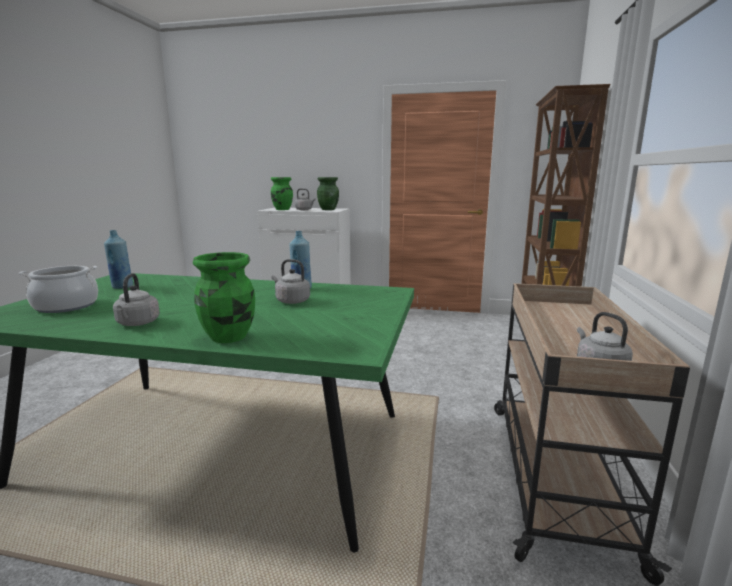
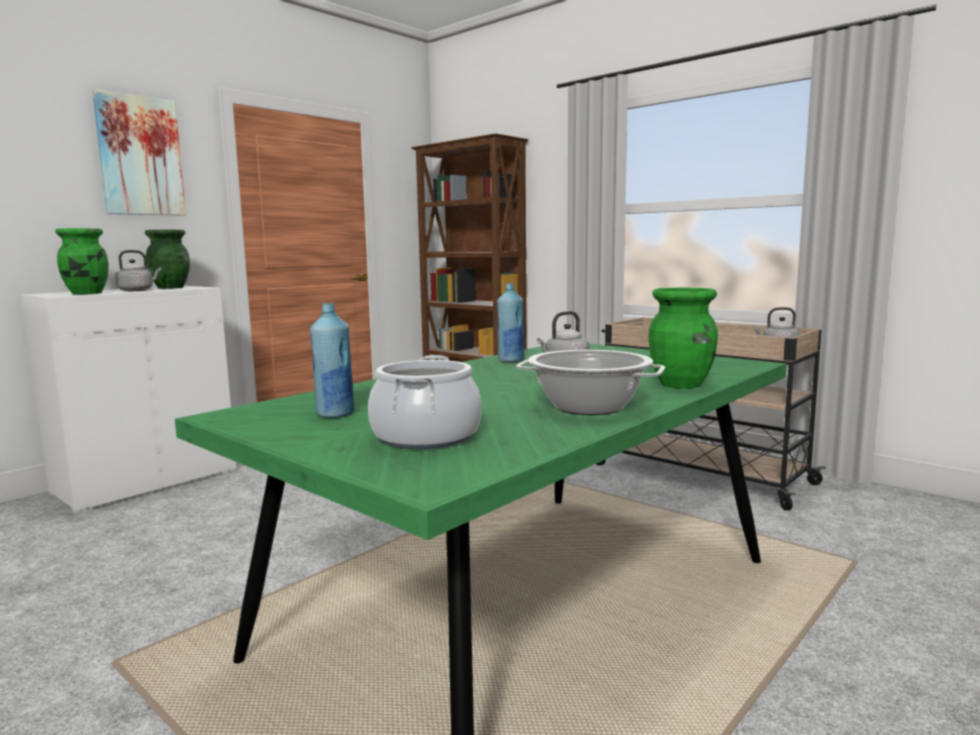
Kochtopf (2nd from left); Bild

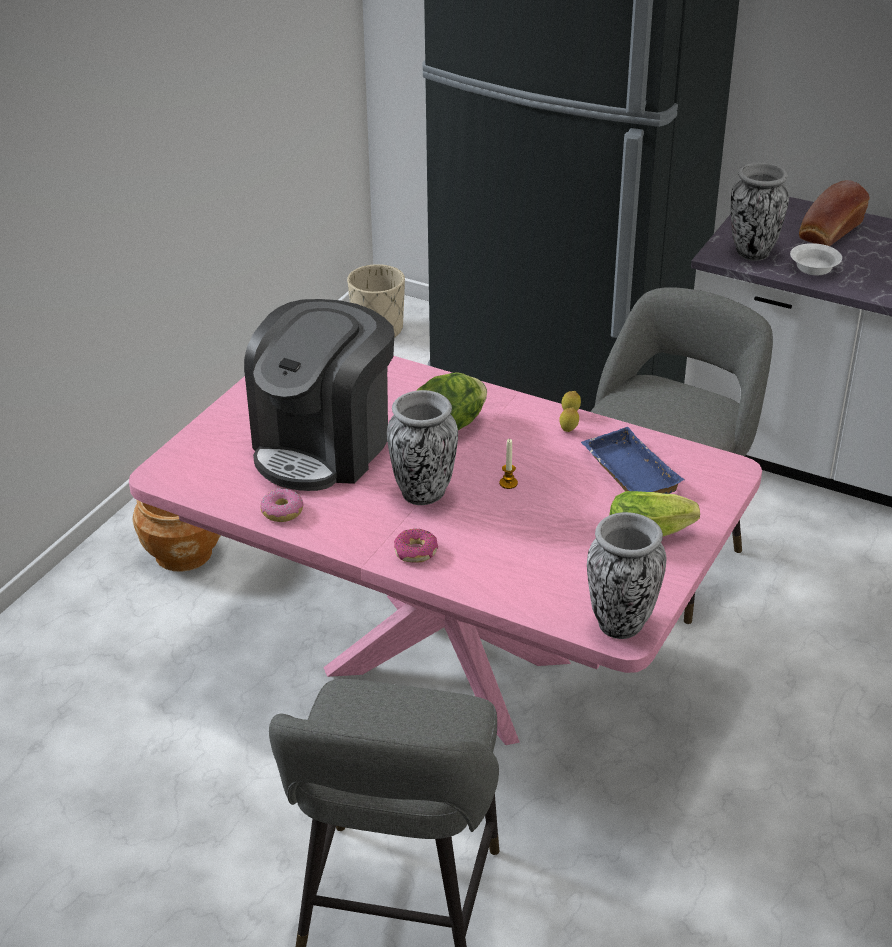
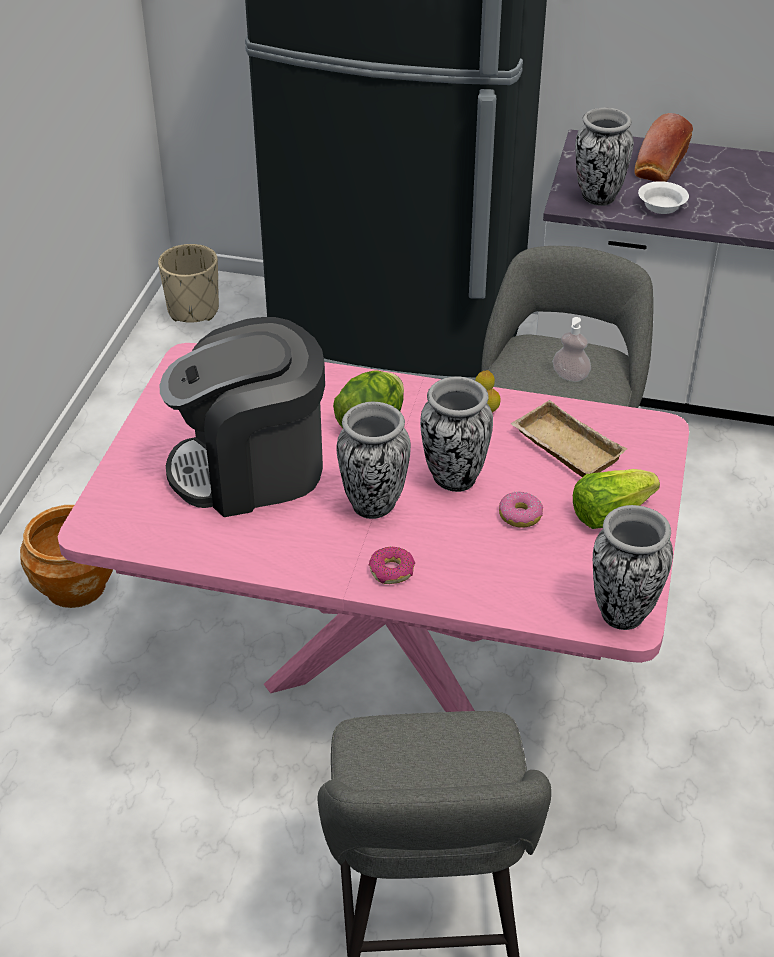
Kaffeemaschine; Tablett (beige); Vase (2nd from left); Donut (2nd from left); Seifenspender

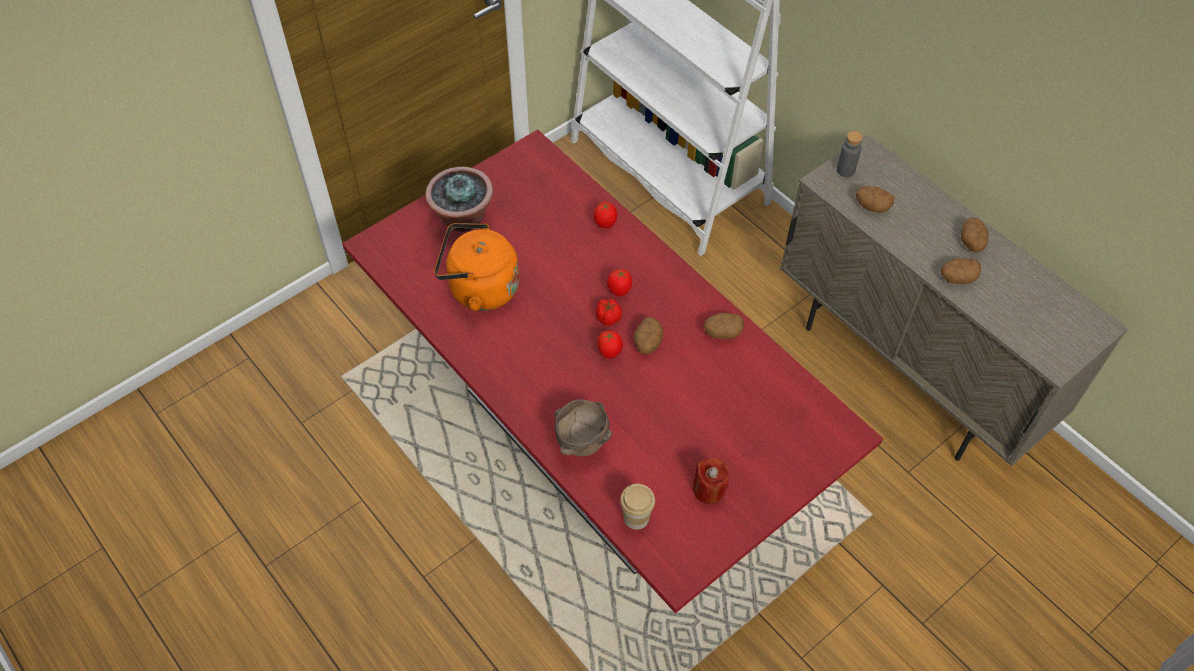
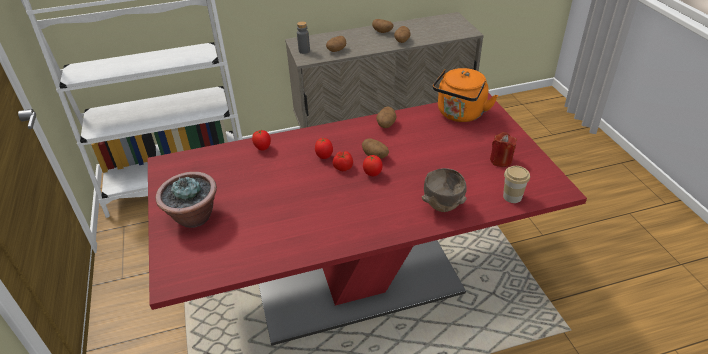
Wasserkessel (orange)

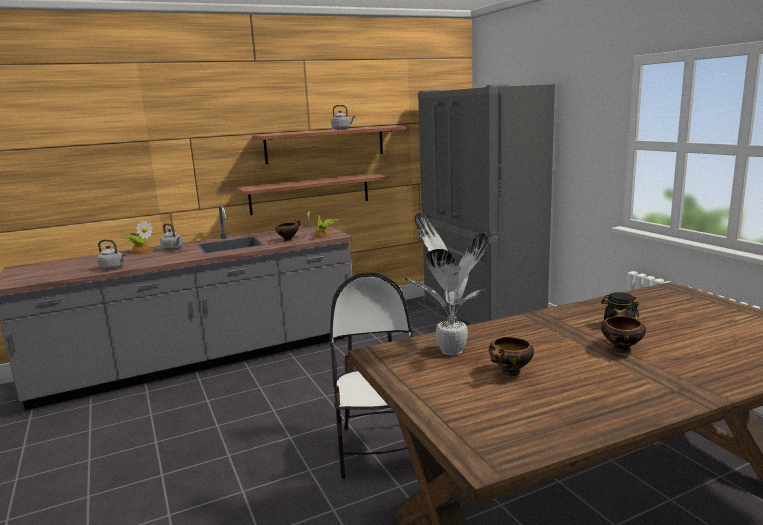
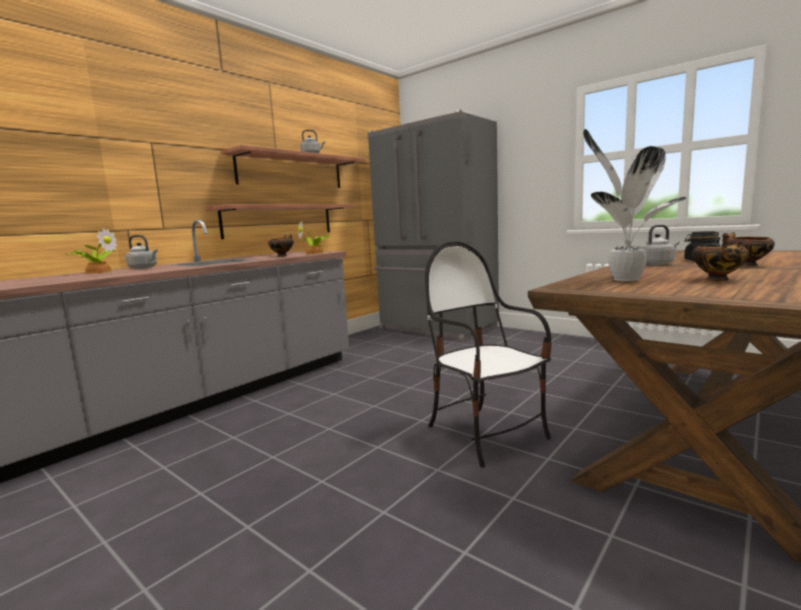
Wasserkessel (grau) (3rd from left)

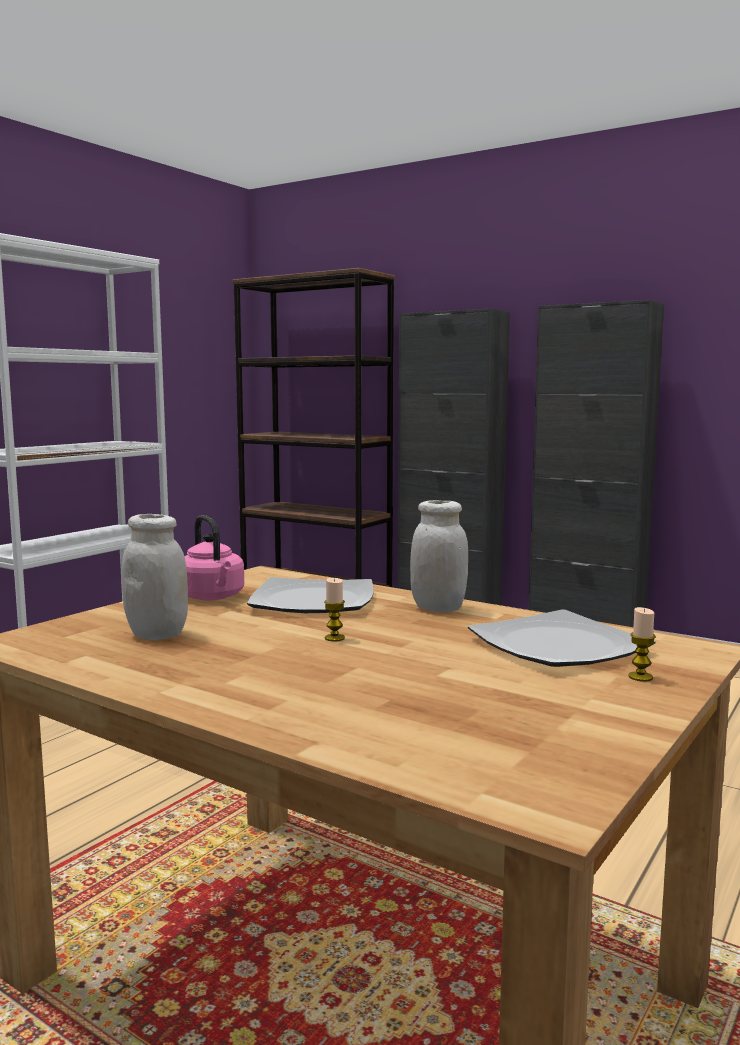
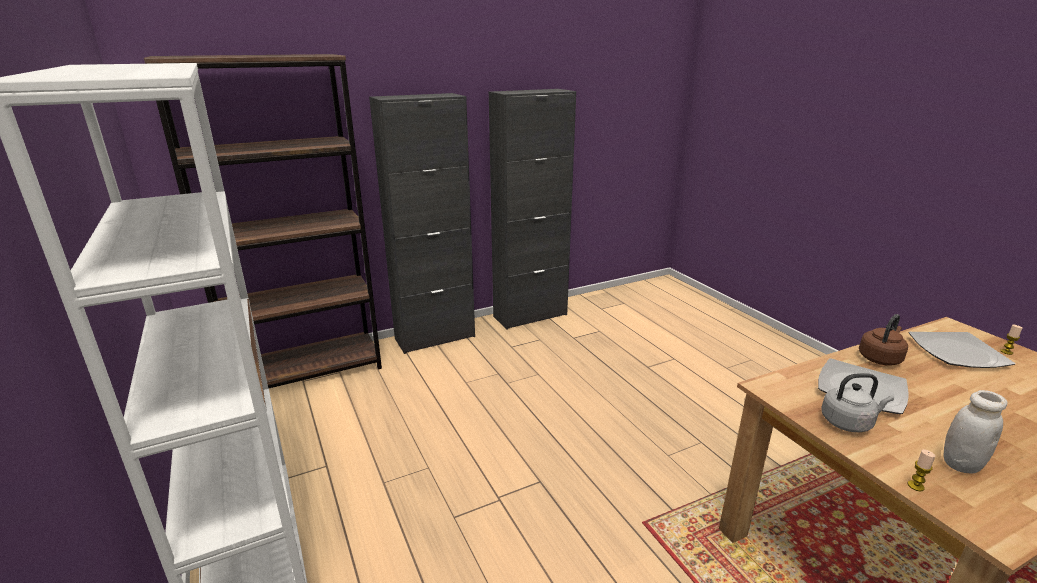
Wasserkessel (braun); Wasserkessel (grau); Kerze (1st from left)

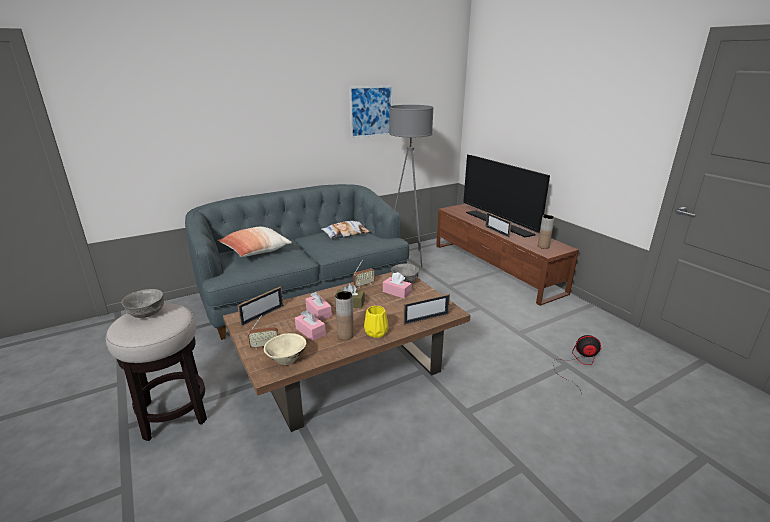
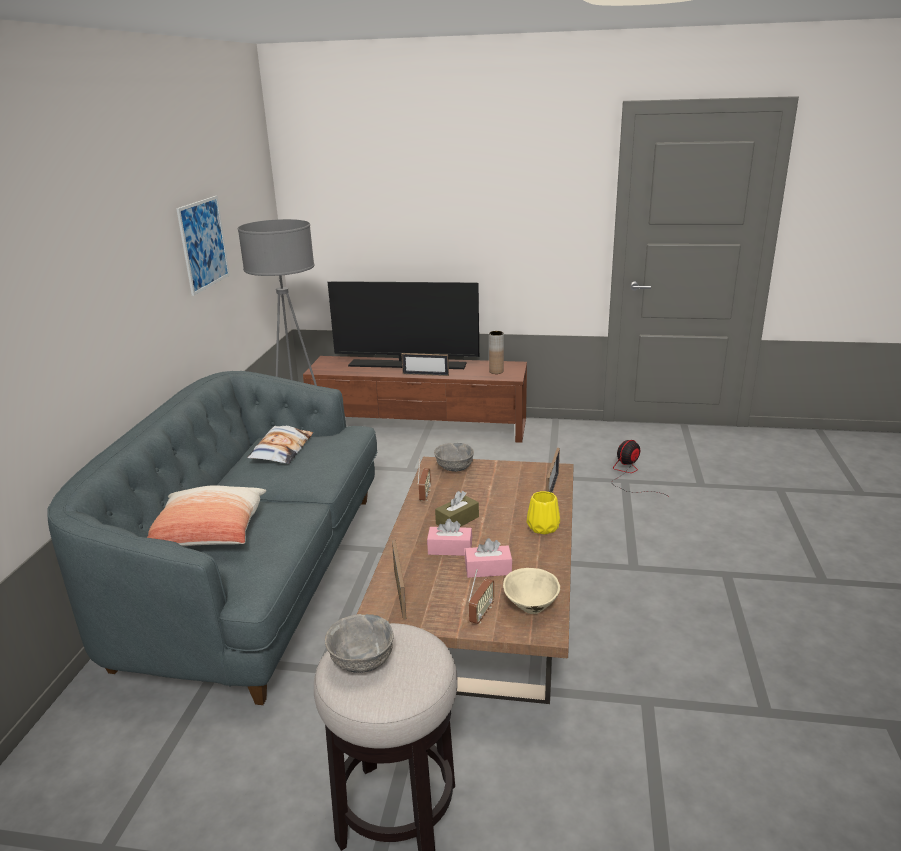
Taschentuchbox (rosa) (3rd from left in the first image); Vase (braun) (1st from left in the first image)

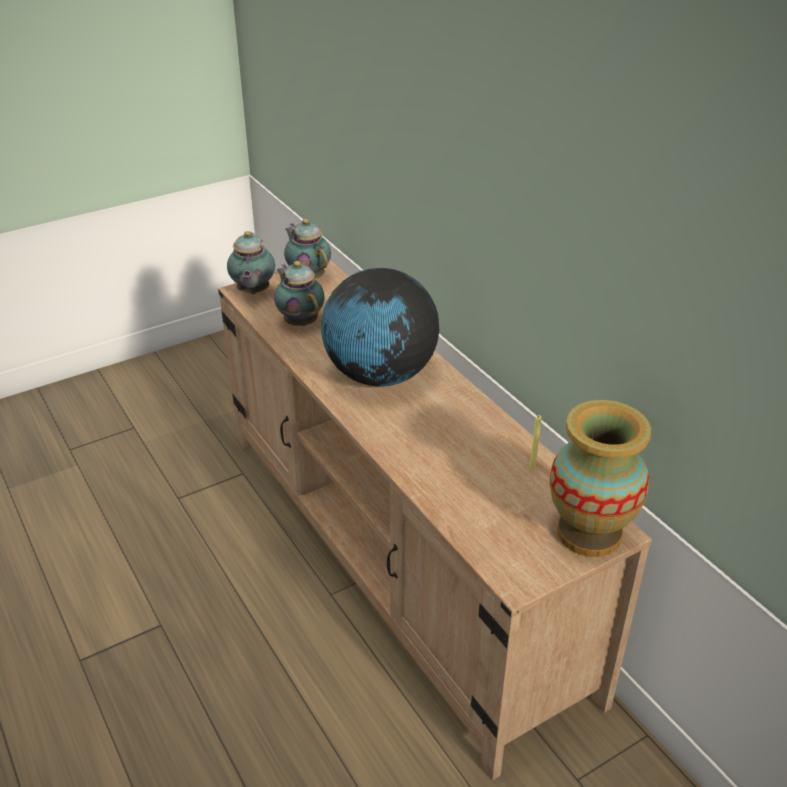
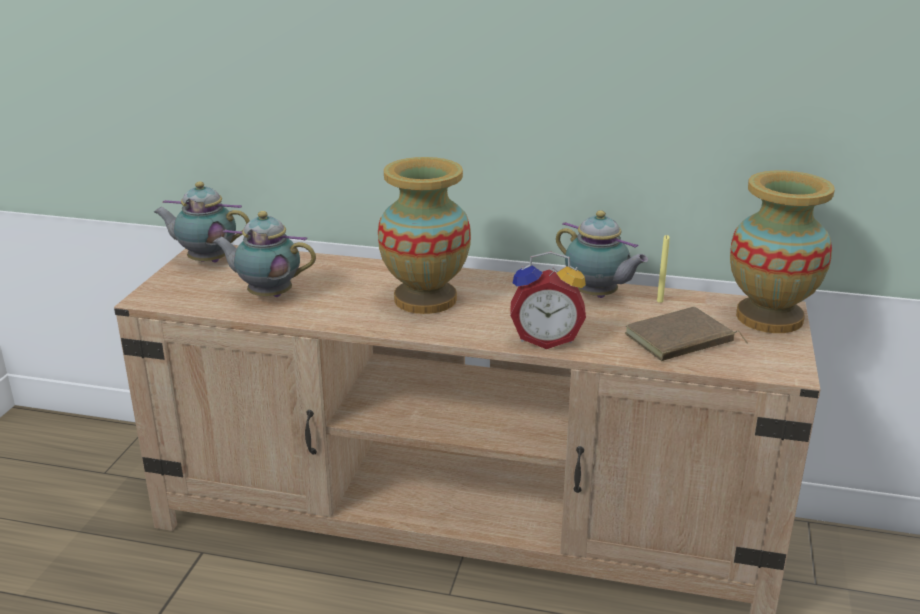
Teekanne (3rd from left); Vase (1st from left); Wecker; Buch (braun)

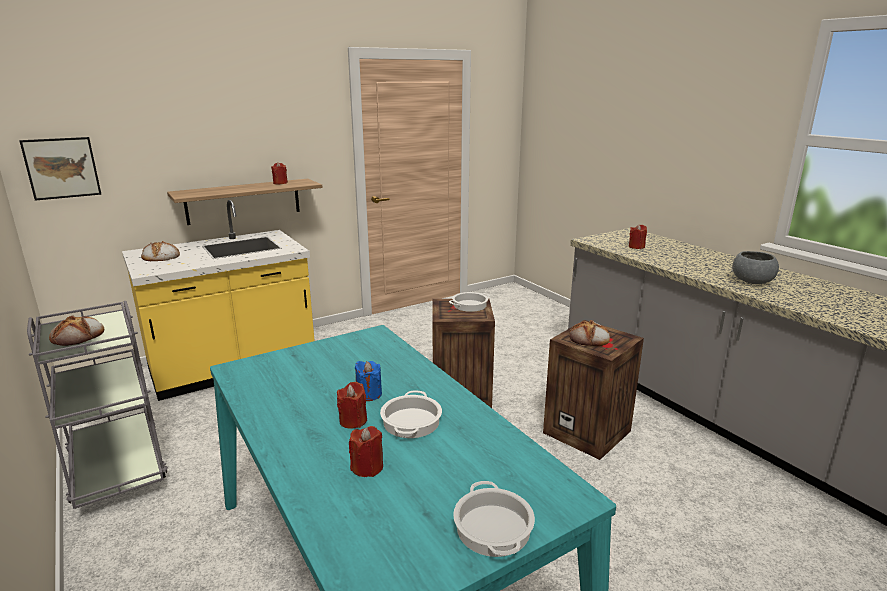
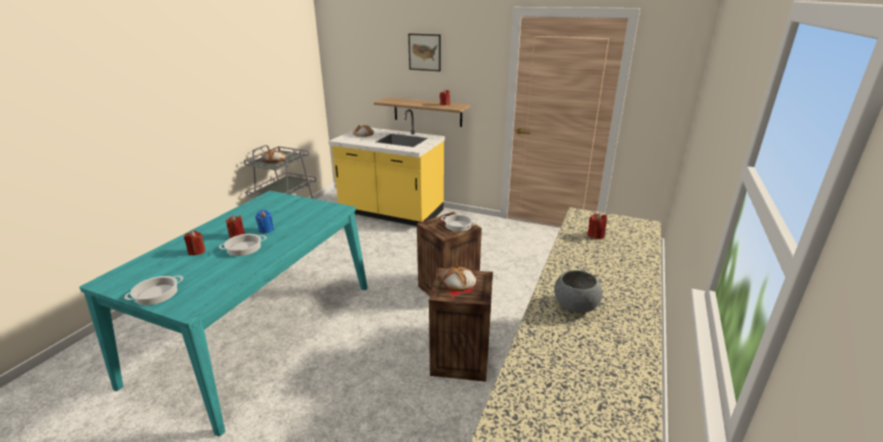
Bild

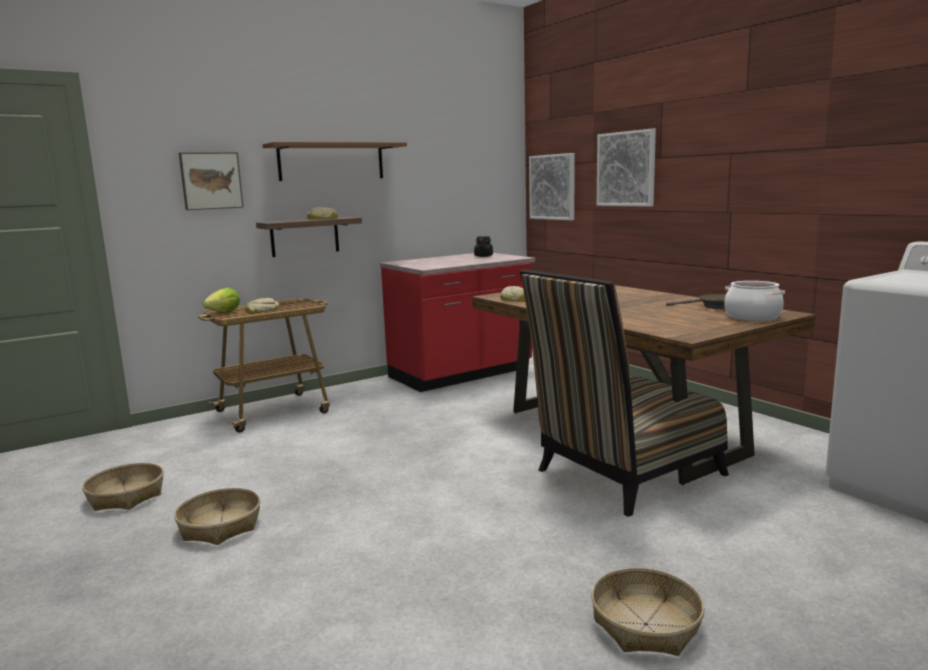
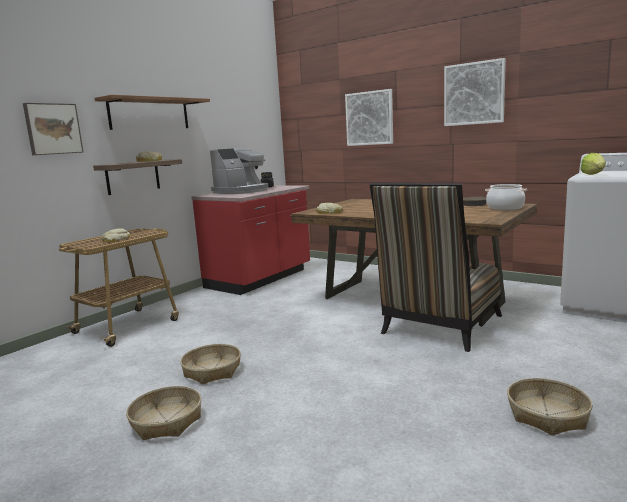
Bild (3rd from left); Salatkopf; Korb (2nd from left); Kaffeemaschine

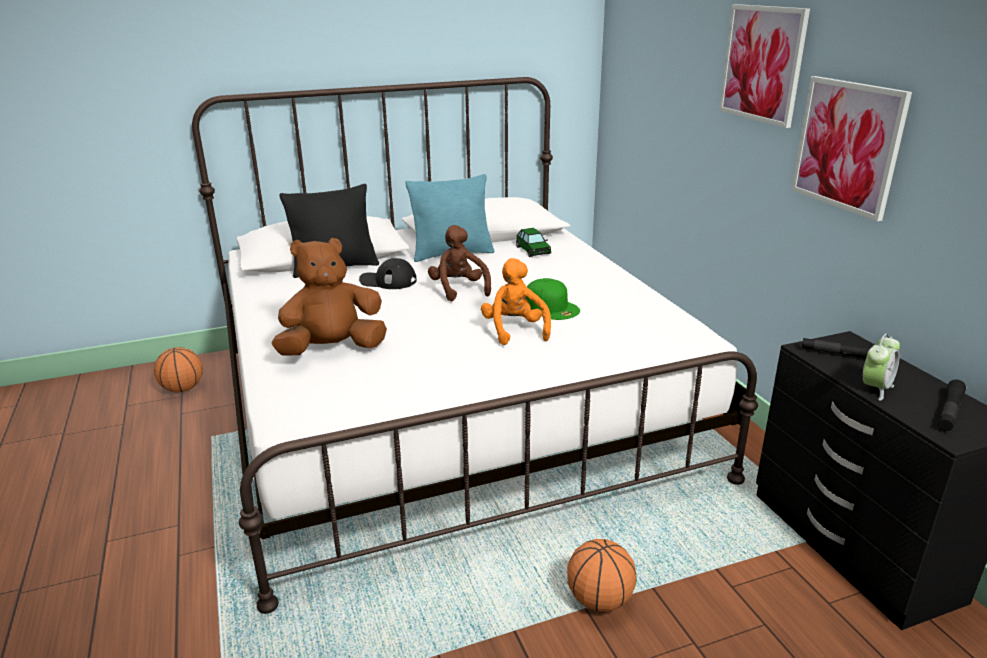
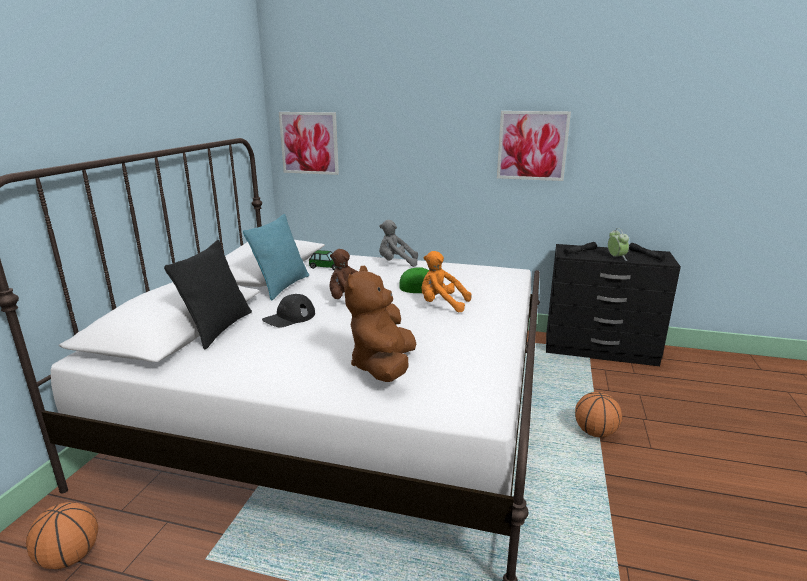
Bild (1st from left); Plüschtier (grau)

